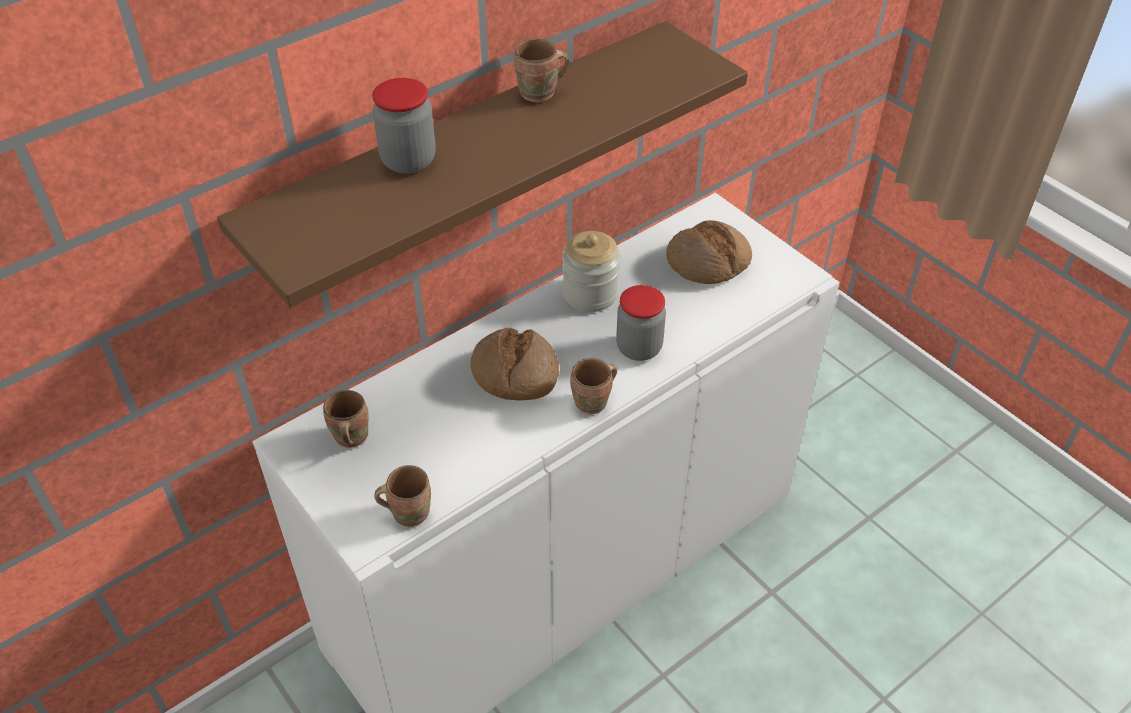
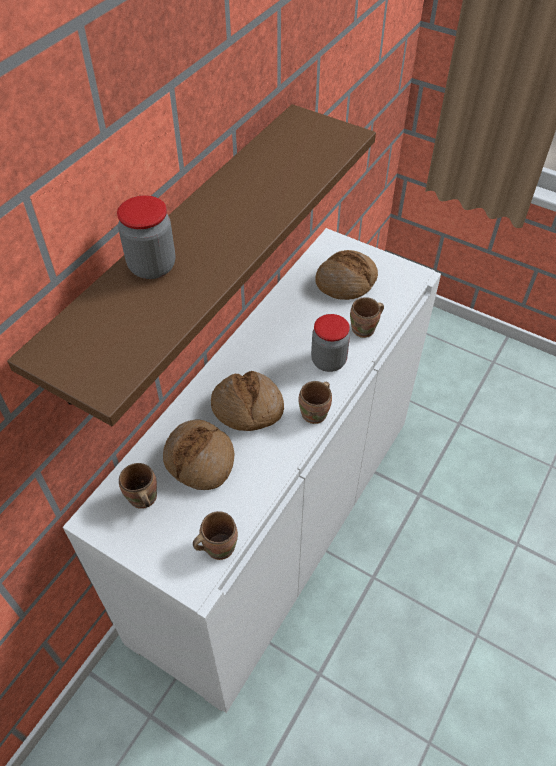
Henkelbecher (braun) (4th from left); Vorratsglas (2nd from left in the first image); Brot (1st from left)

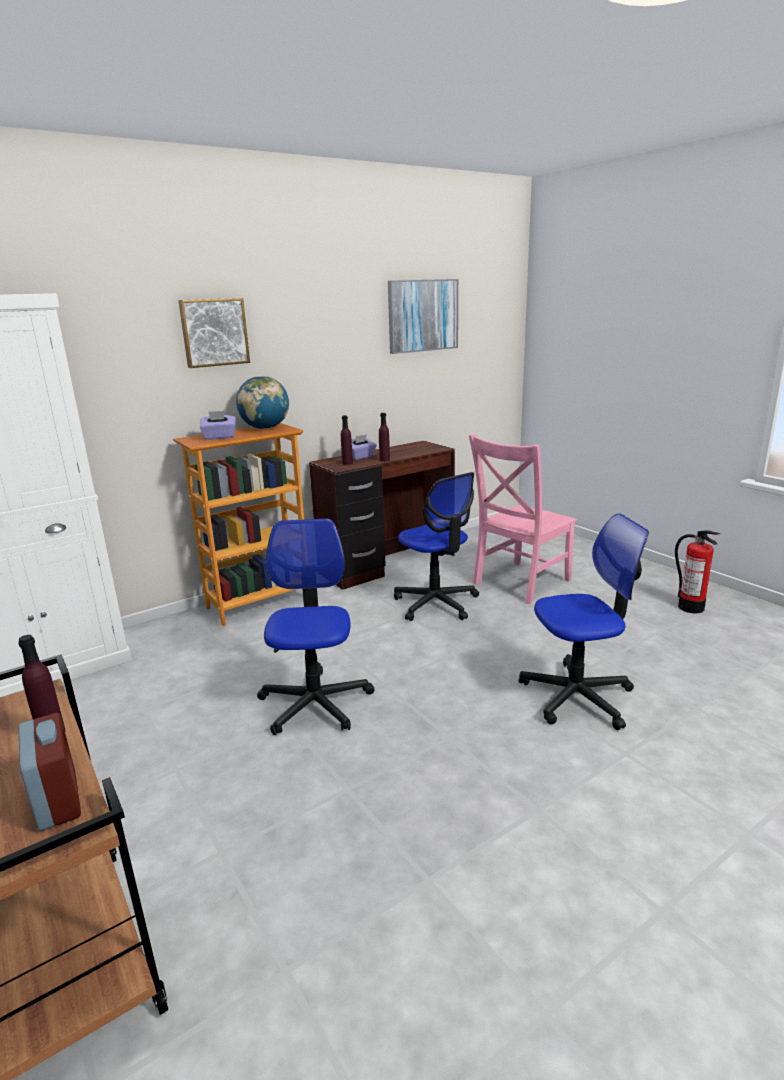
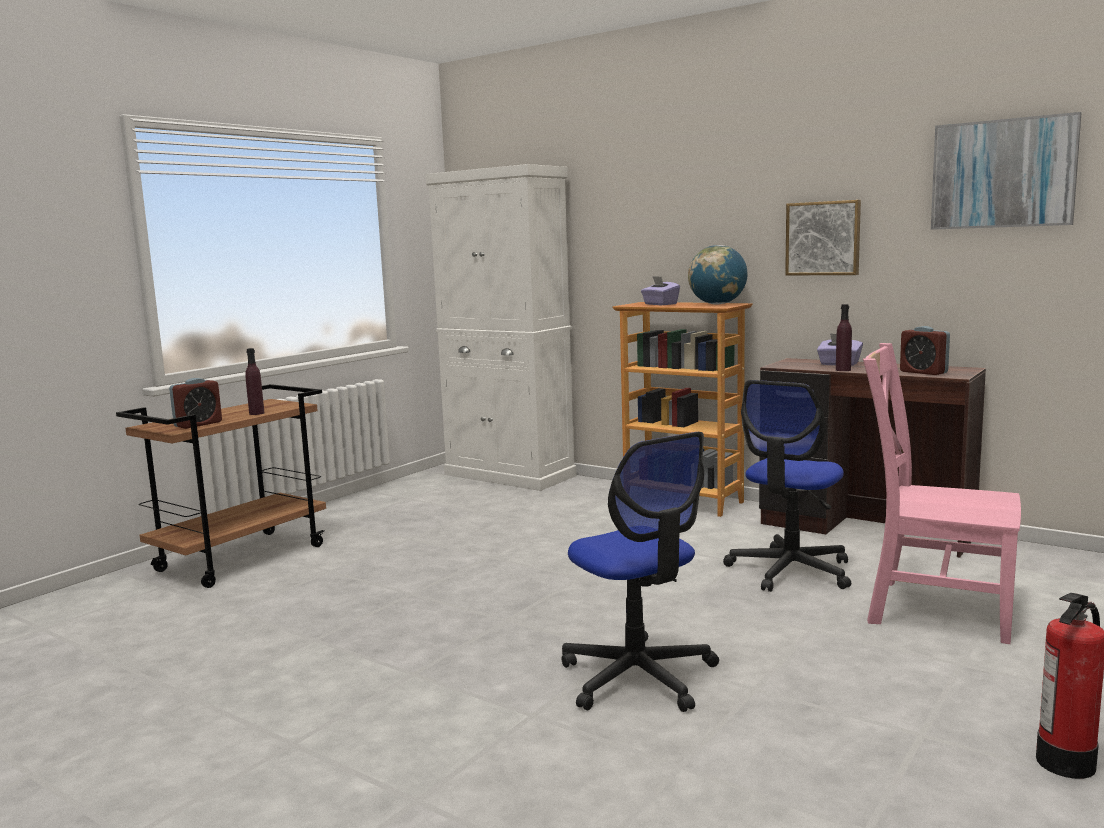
Bild (1st from left); Flasche (lila) (2nd from left in the first image); Bürostuhl (1st from left in the first image); Wecker (2nd from left)

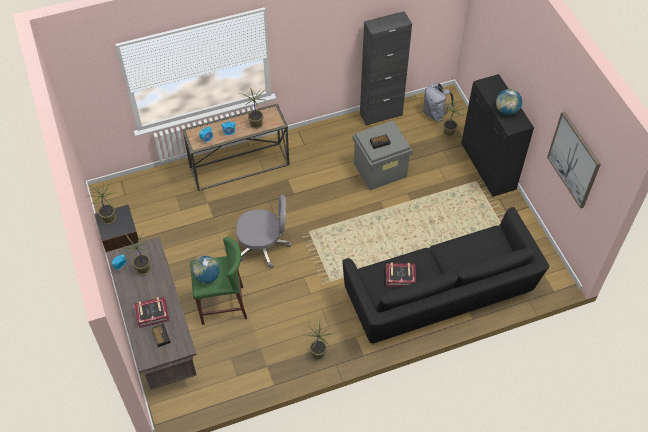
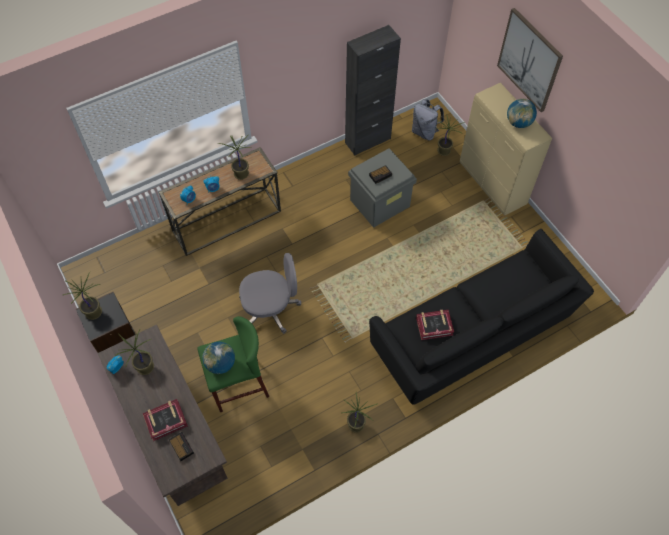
Schrank (beige); Bild

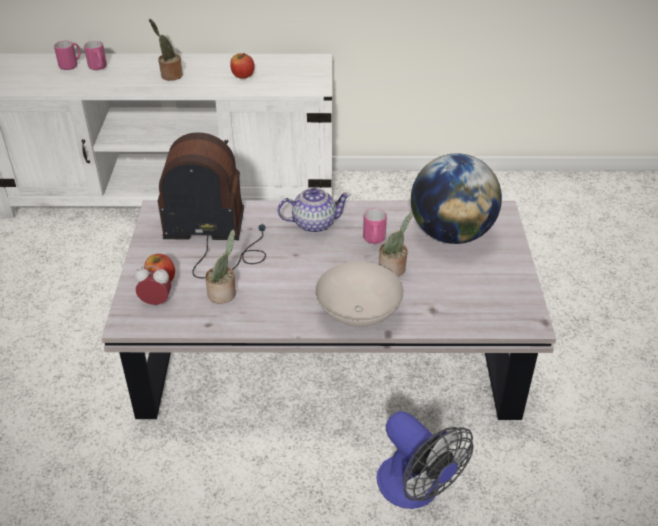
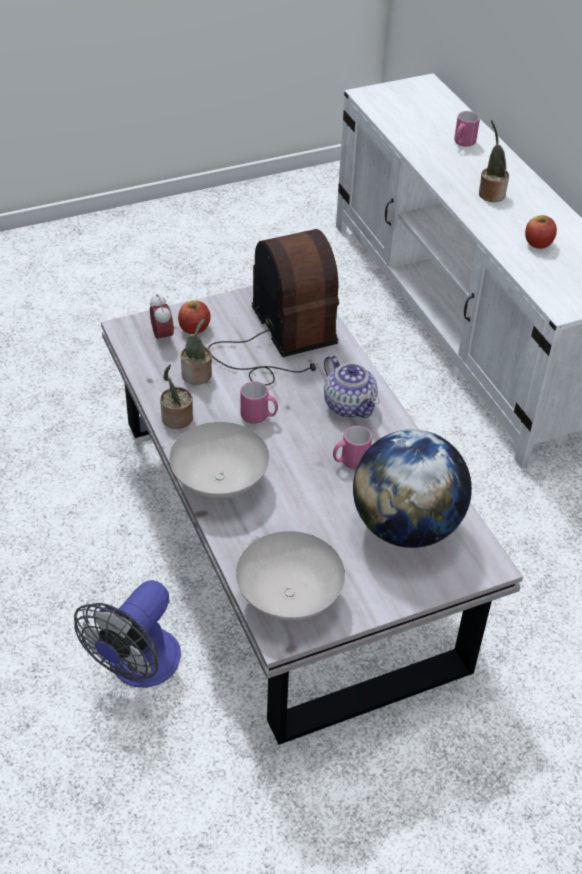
Henkelbecher (rosa) (1st from left); Topfpflanze (1st from left); Schüssel (weiß) (2nd from left)

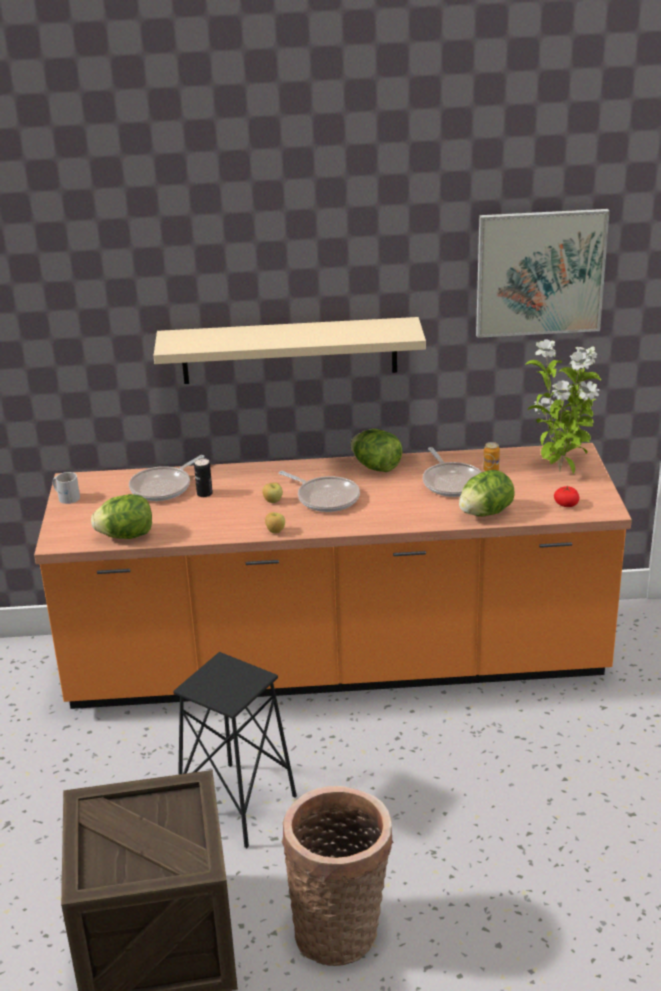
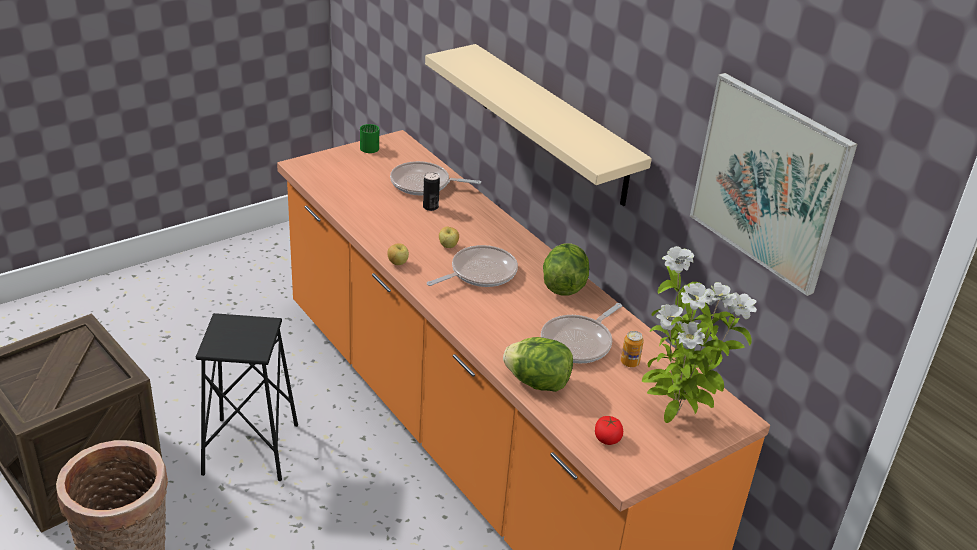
Pfanne (2nd from left); Henkelbecher (grün); Salatkopf (1st from left in the first image)

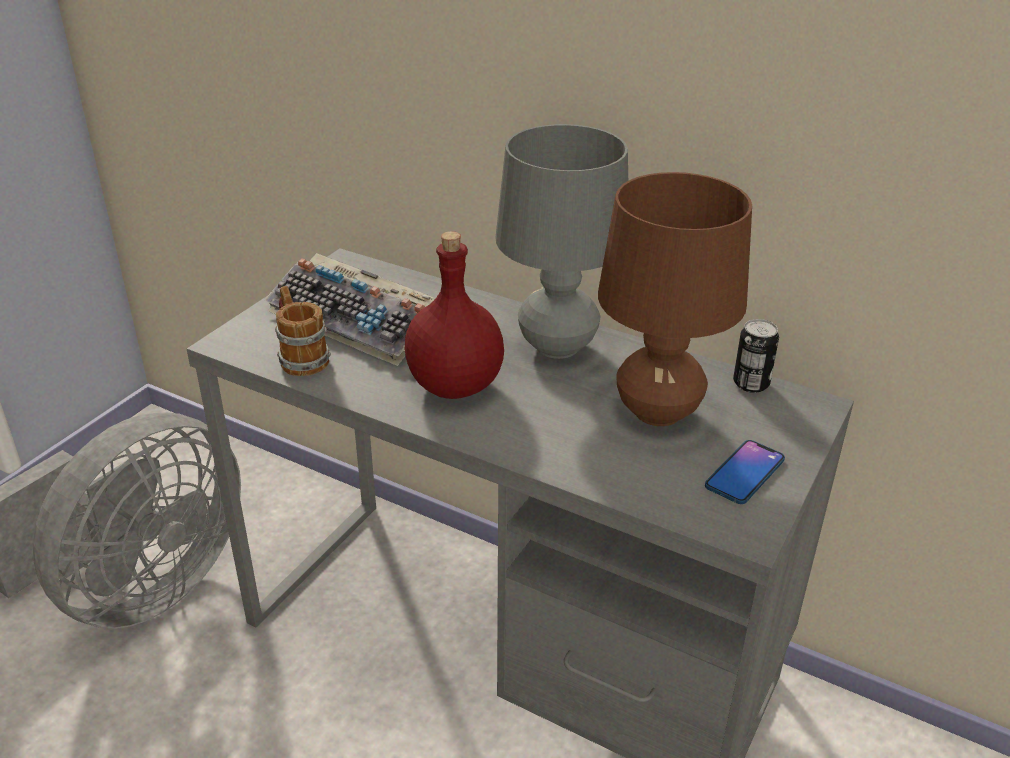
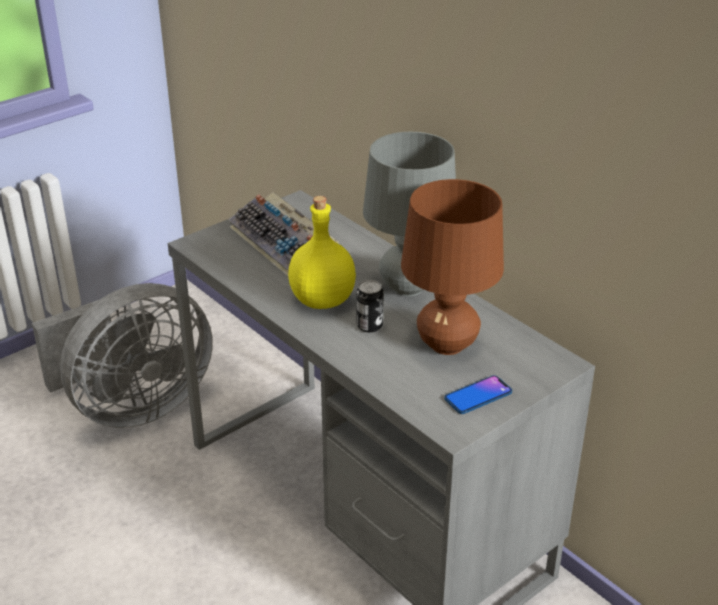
Flasche (gelb); Henkelbecher; Dose

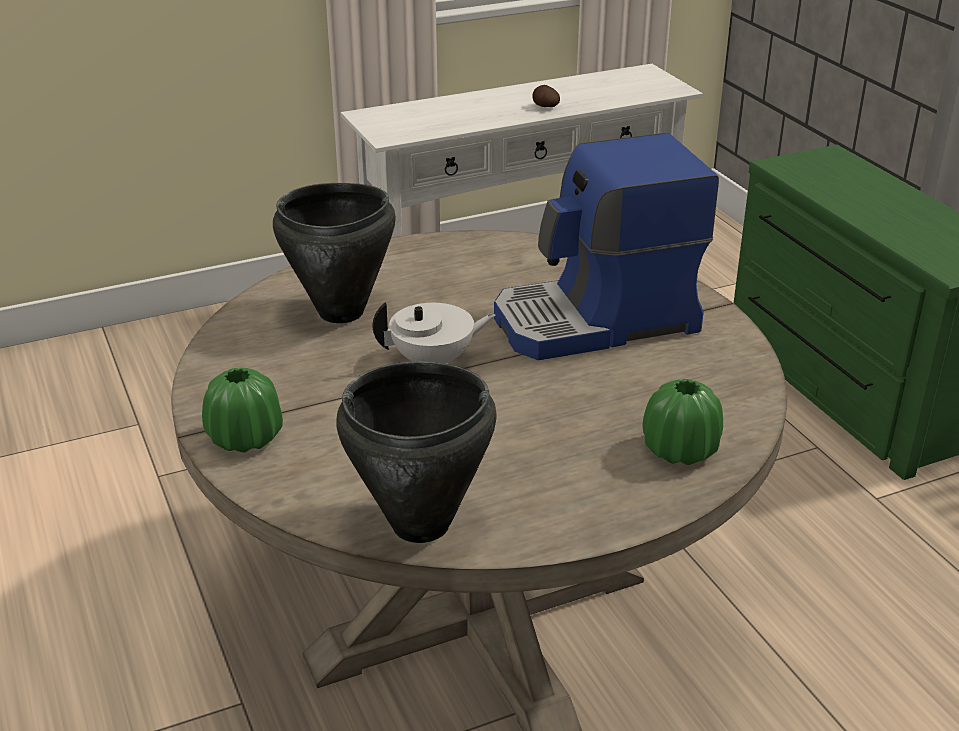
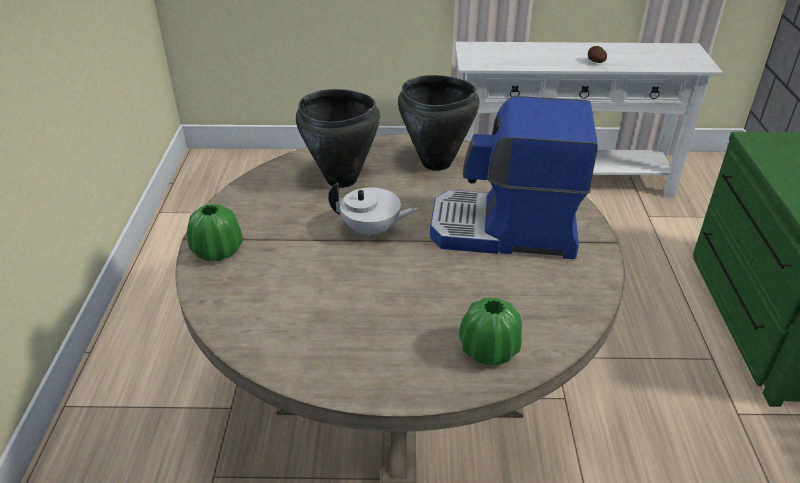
Kochtopf (schwarz) (2nd from left)

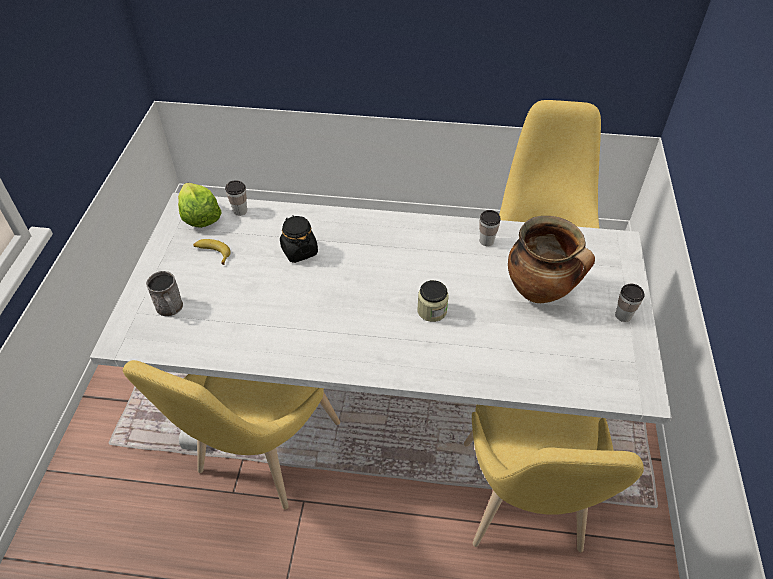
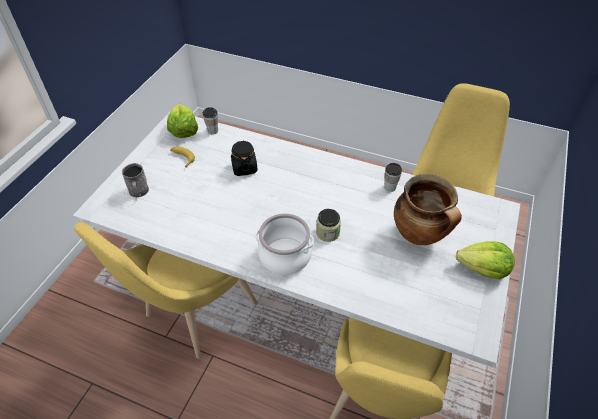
Salatkopf (2nd from left); Kochtopf (1st from left)

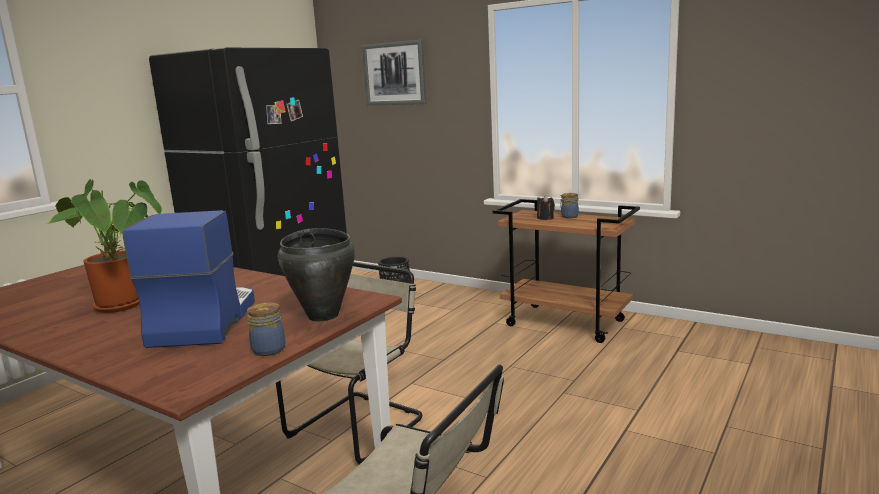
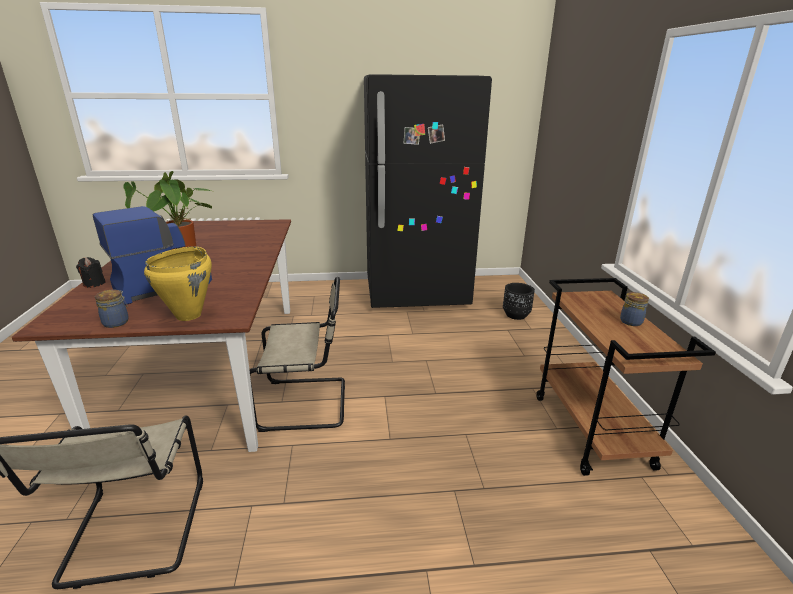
Bild; Kerze (schwarz); Kochtopf (gelb)

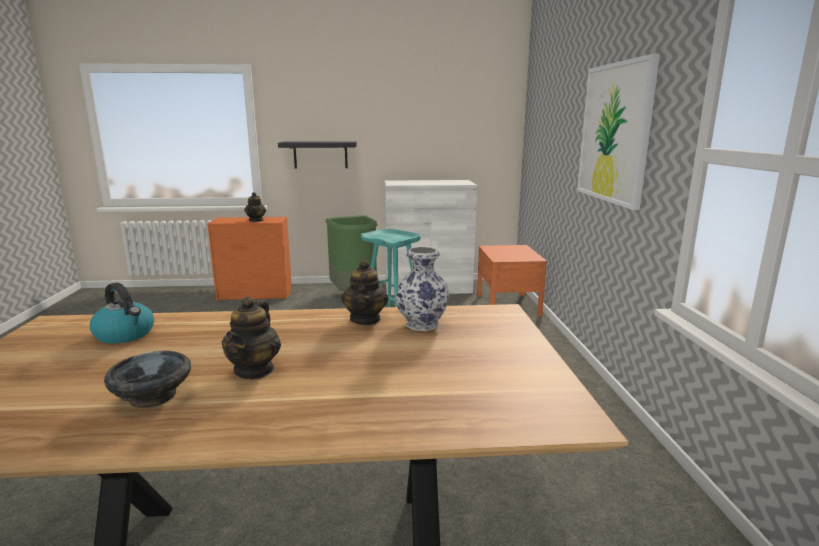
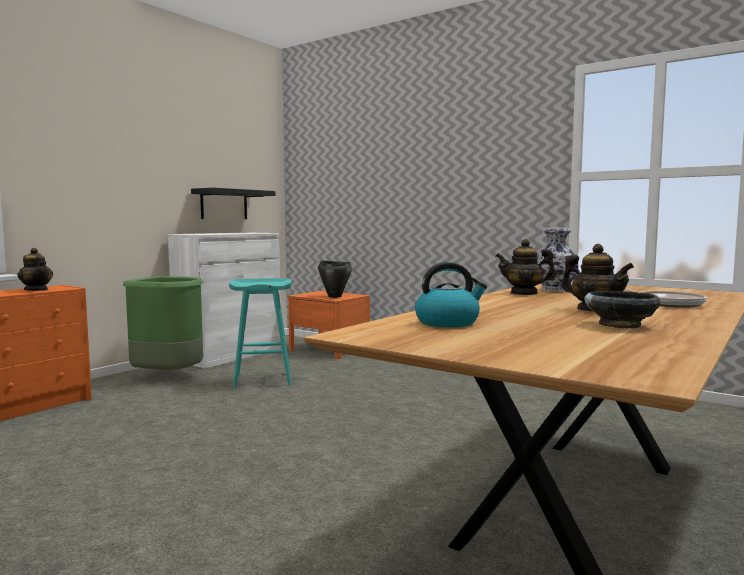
Bild; Wandregal (schwarz); Teekanne (2nd from left); Kochtopf (schwarz); Pfanne

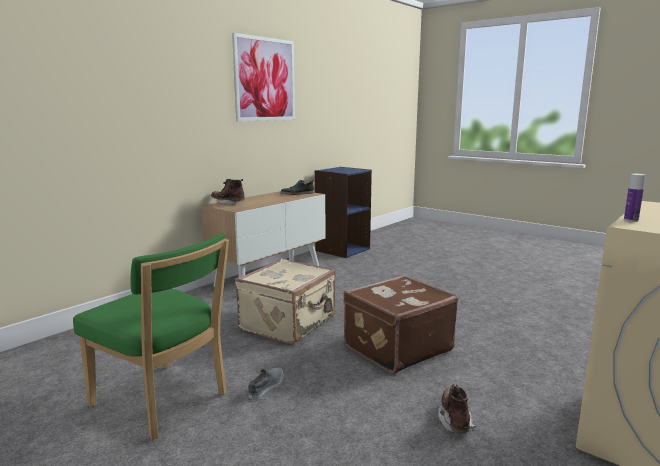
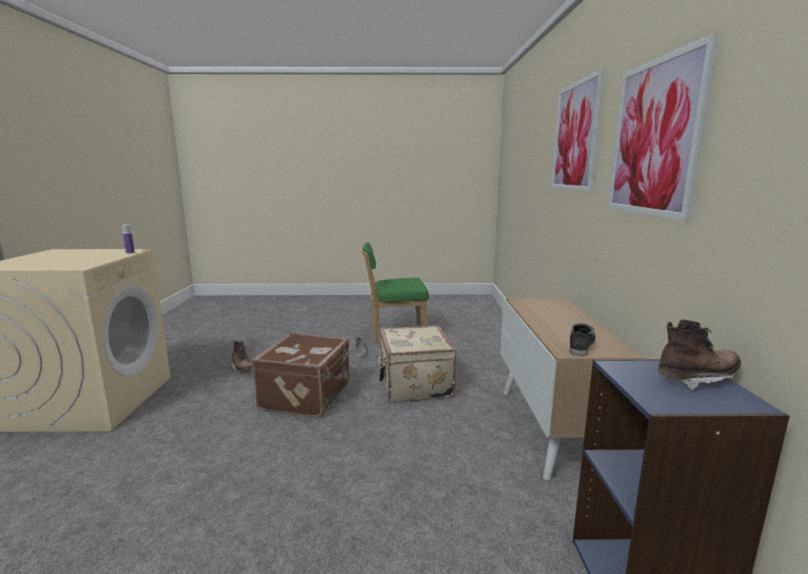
Stiefel (braun) (2nd from left); Bild (1st from left)

